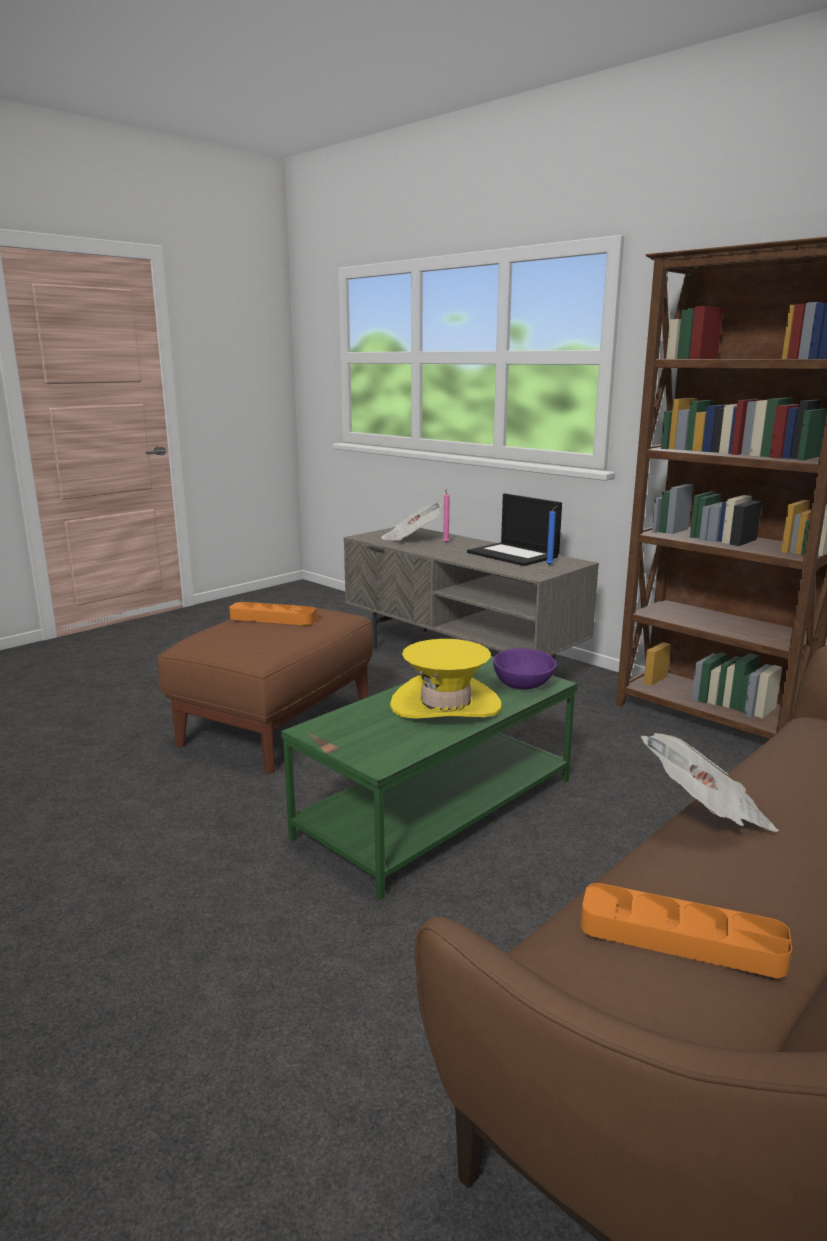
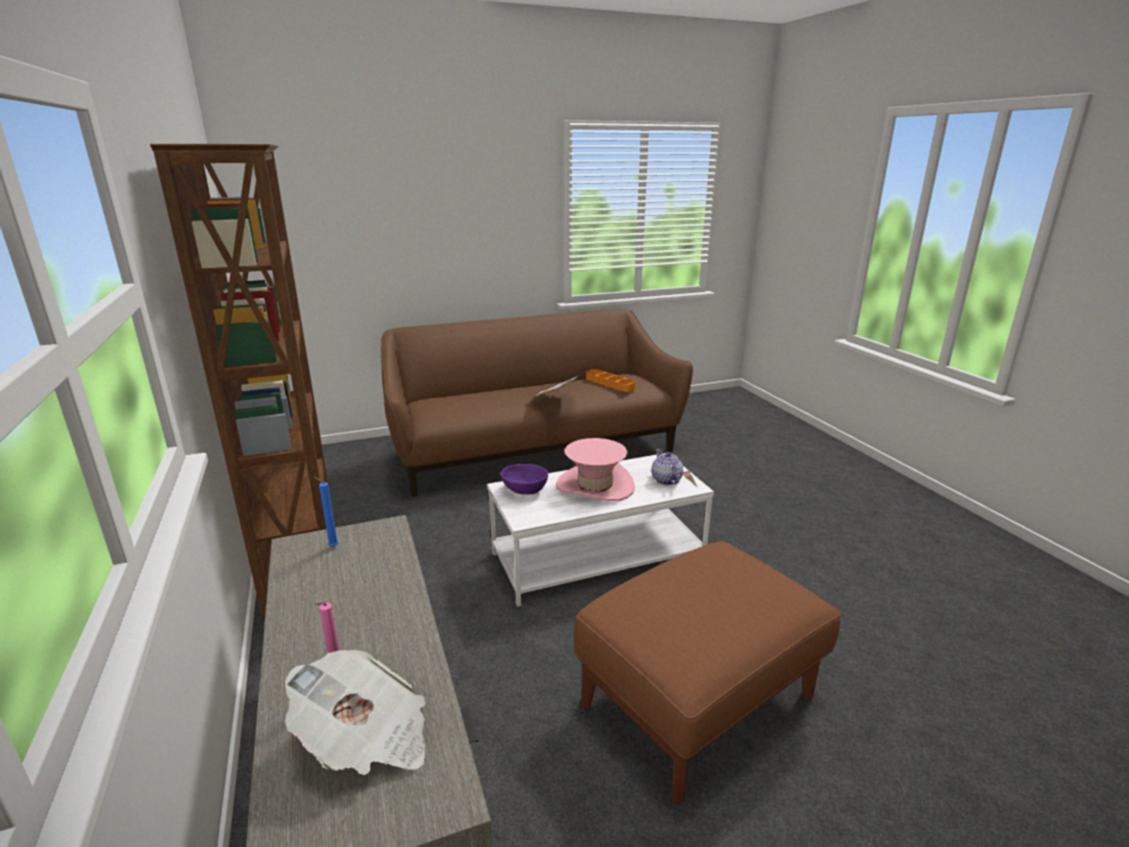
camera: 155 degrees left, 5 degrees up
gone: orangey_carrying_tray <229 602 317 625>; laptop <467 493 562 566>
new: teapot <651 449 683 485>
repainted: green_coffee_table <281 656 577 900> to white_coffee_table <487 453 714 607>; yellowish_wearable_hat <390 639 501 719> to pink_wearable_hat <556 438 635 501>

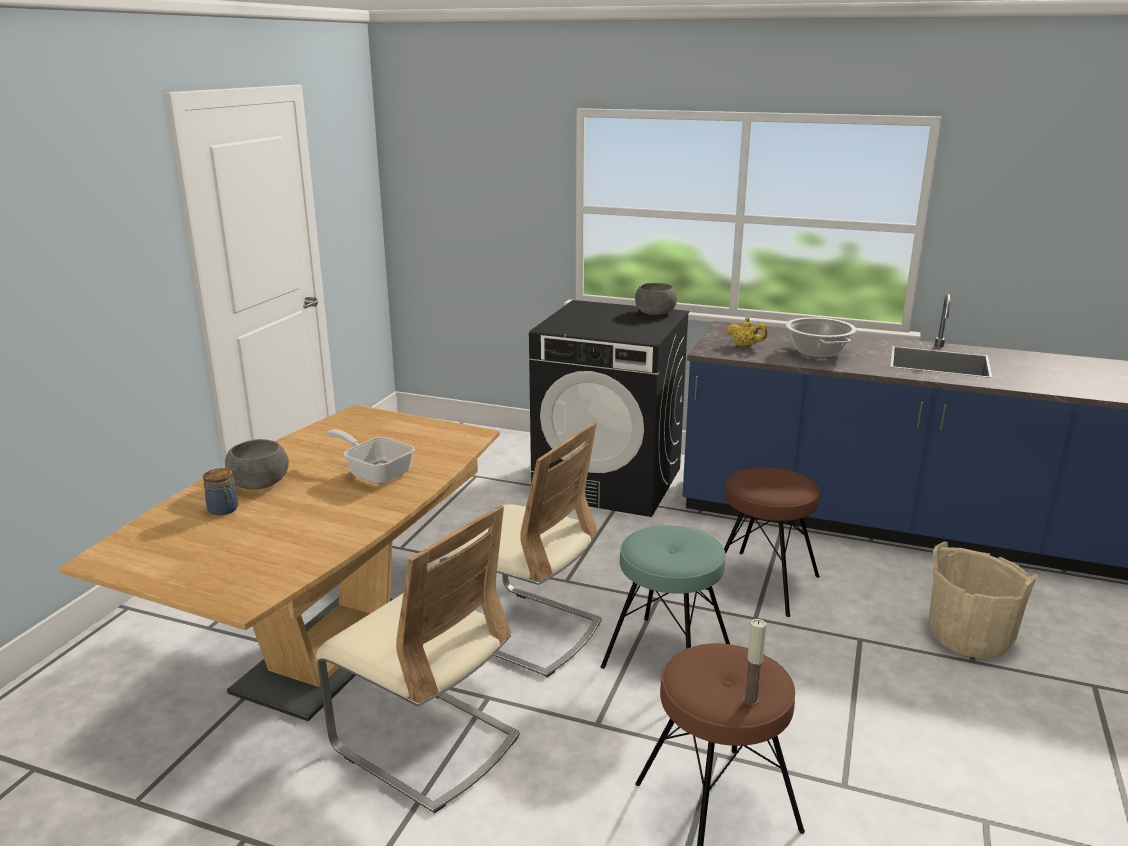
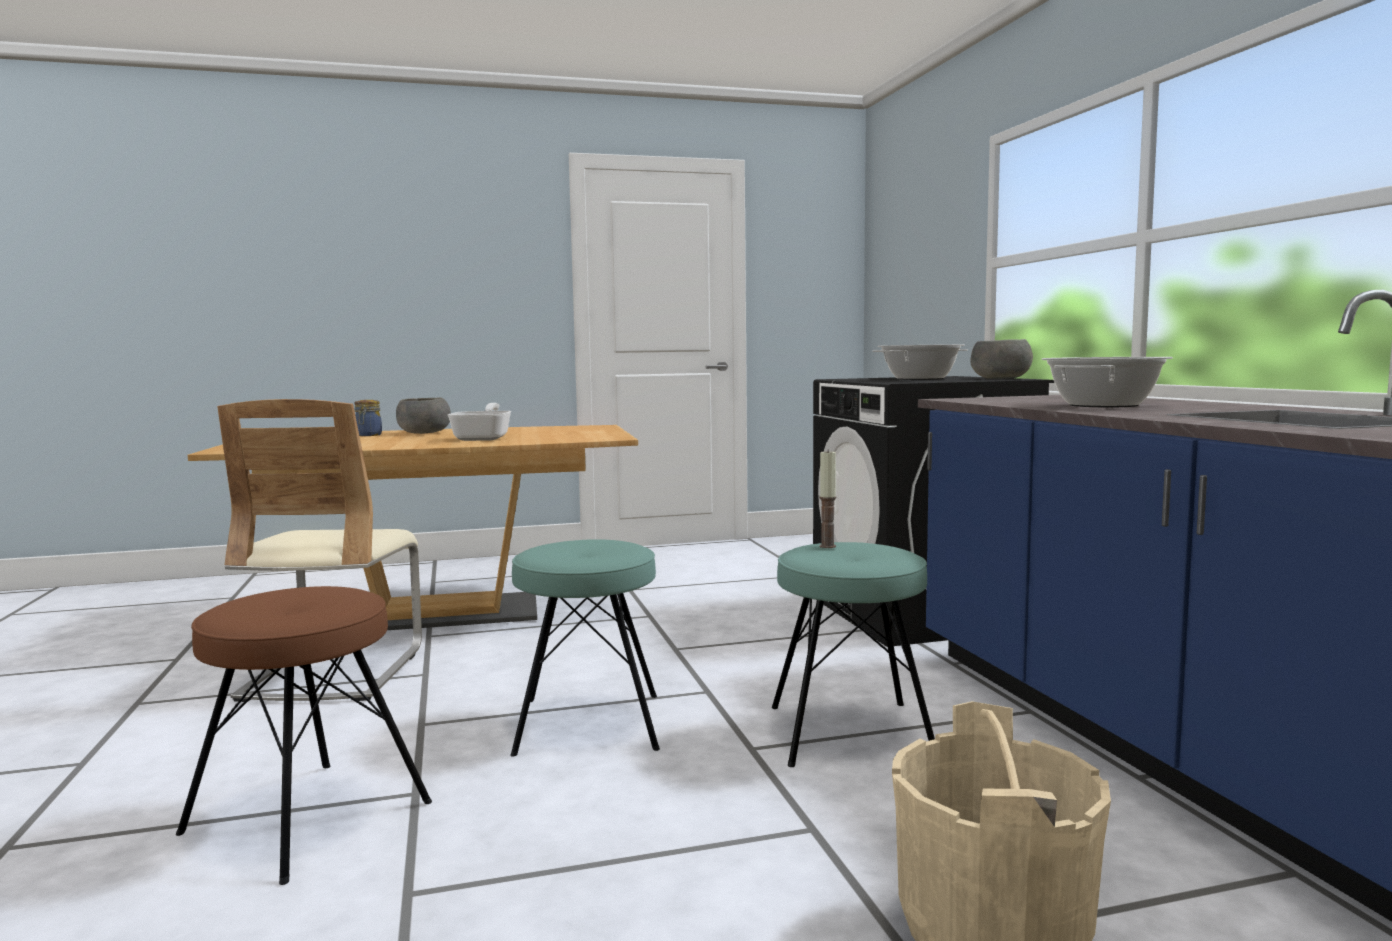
camera: 55 degrees right, 15 degrees down
gone: sand-coloured_plain_chair <438 422 602 677>; yellowish_teapot <726 317 767 347>
new: cooking_pot <872 344 968 380>
shifted: wax_light <743 619 766 706> to <819 449 837 548>
repainted: brownish_stool_seat <706 467 820 617> to blue-green_stool_seat <772 542 935 767>

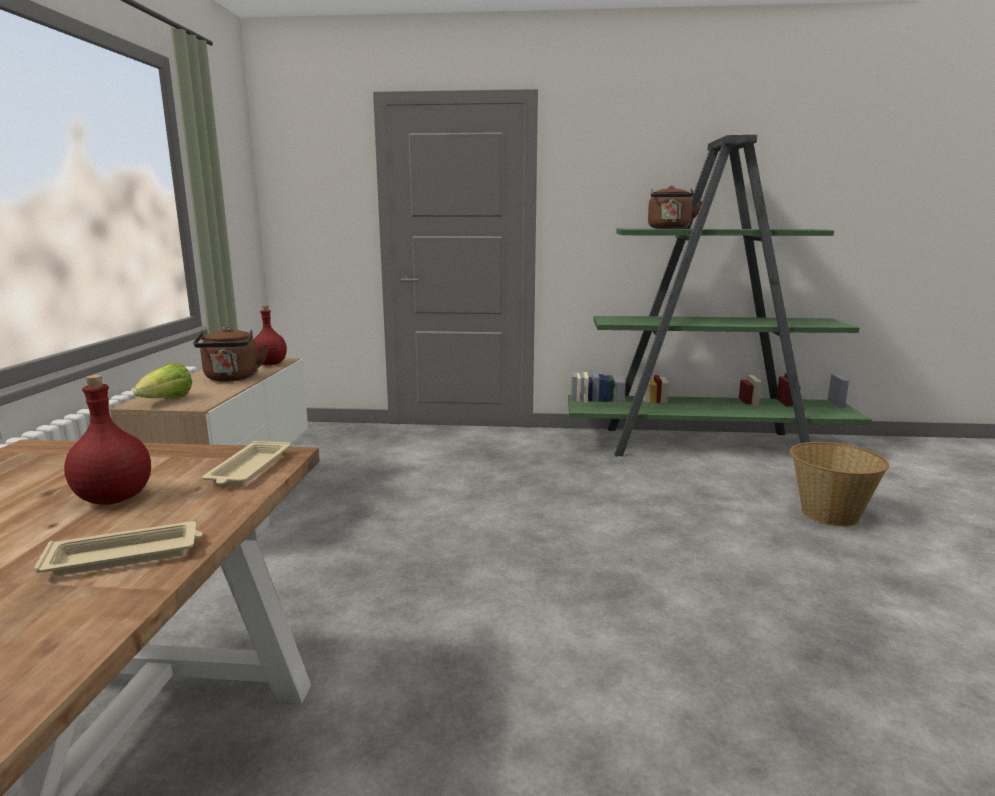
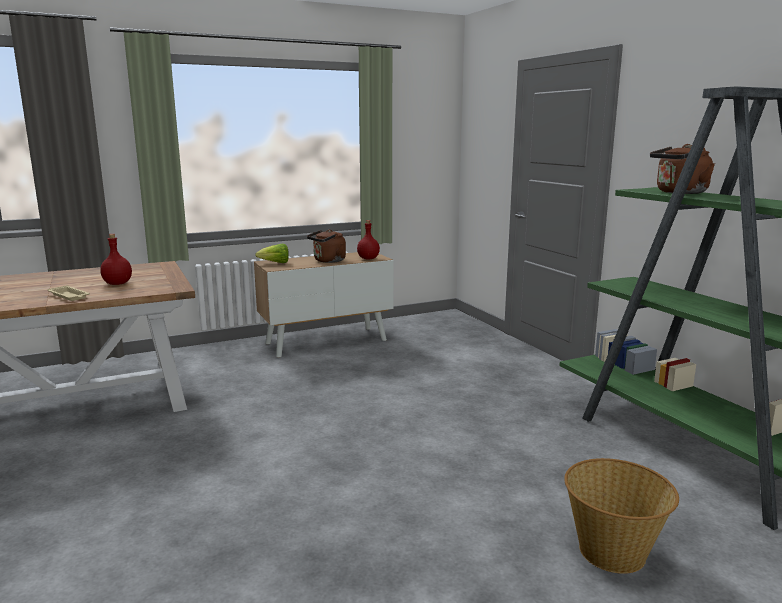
camera: 60 degrees right, 0 degrees up
gone: sand-coloured_carrying_tray <202 441 290 486>

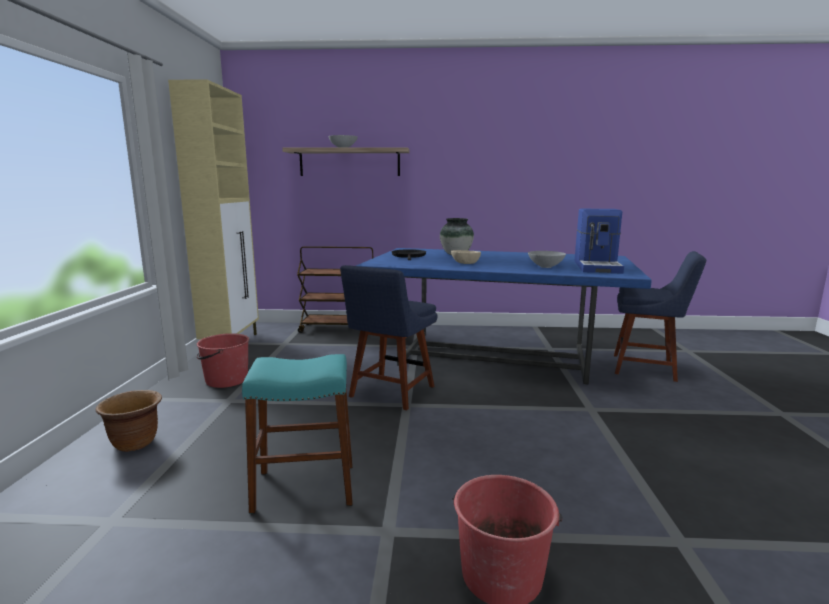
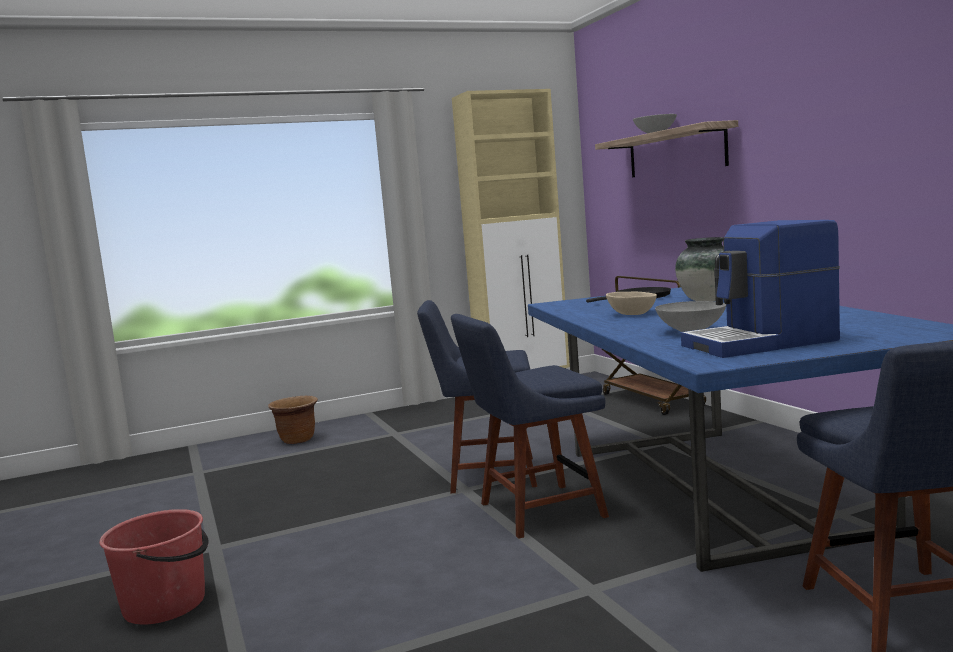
camera: 65 degrees right, 5 degrees down
gone: reddish_bucket <196 333 249 388>; blue-green_stool_seat <242 354 353 514>
new: blue_plain_chair <451 314 609 539>

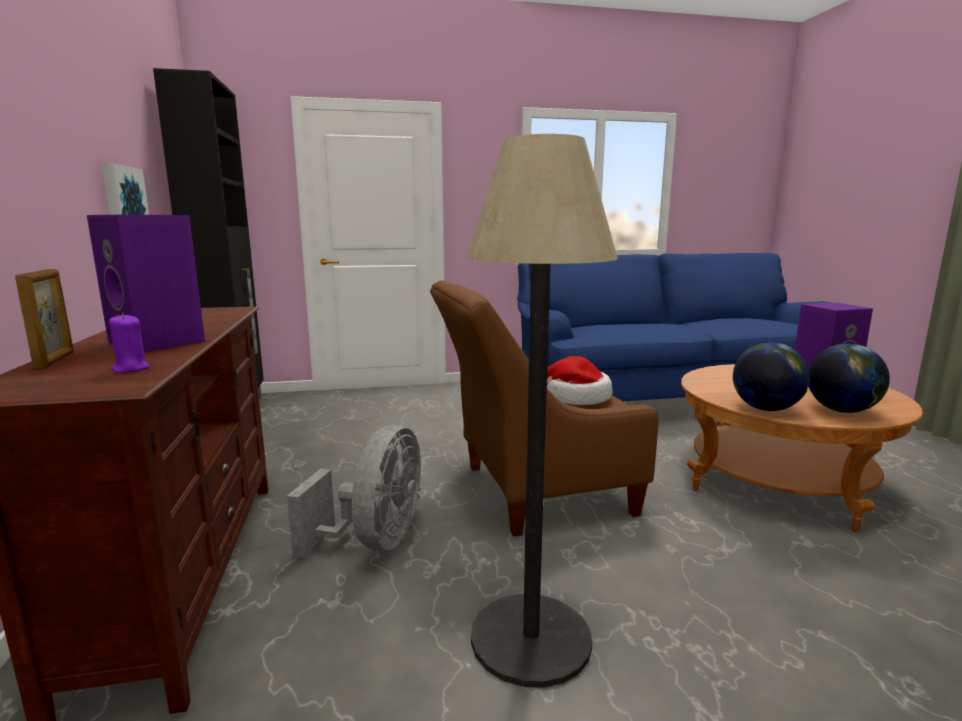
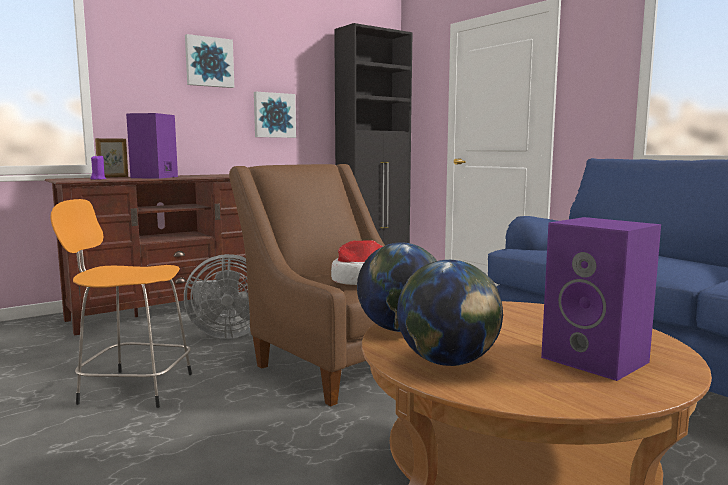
camera: 65 degrees right, 5 degrees down
new: wall_art <185 34 234 88>
swapped: standard_lamp <466 134 618 688> to orangey_stool_seat <50 199 192 408>

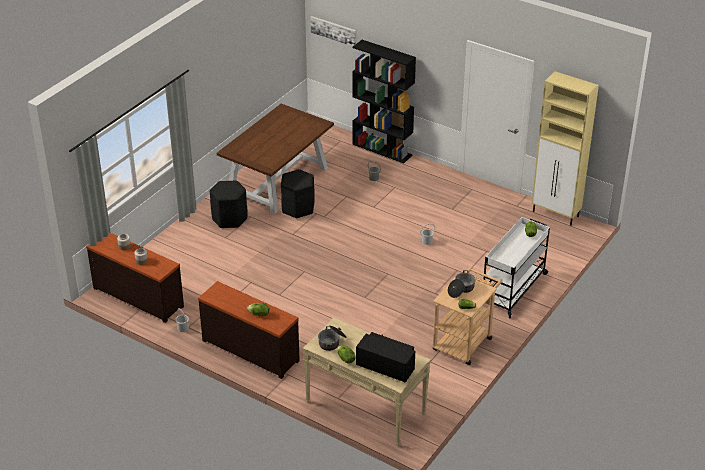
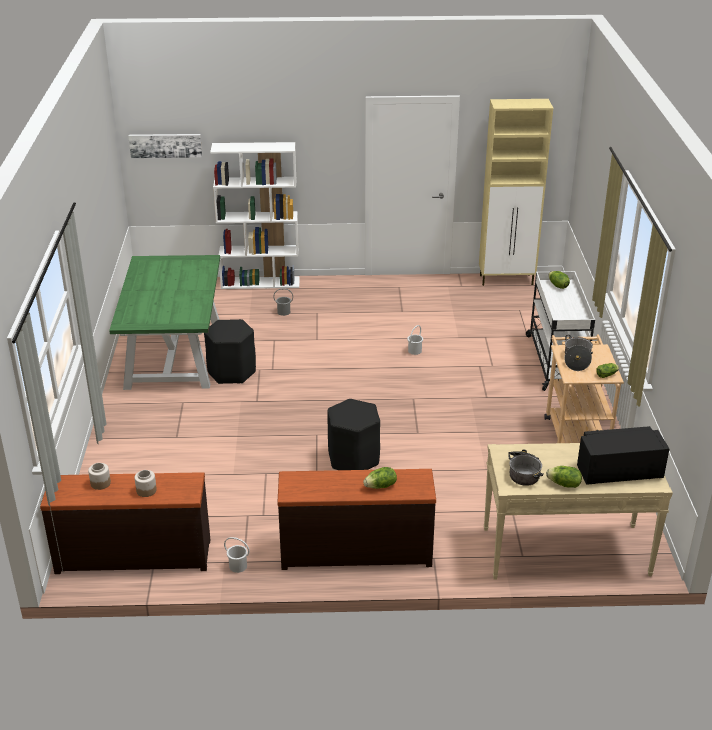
camera: 35 degrees left, 5 degrees down
shifted: black-coloured_stool_seat <210 180 247 228> to <327 399 380 470>
repainted: brownish_dinner_table <217 104 334 214> to green_dinner_table <109 255 220 390>; black-coloured_bookshelf <352 40 416 164> to white_bookshelf <210 142 300 289>

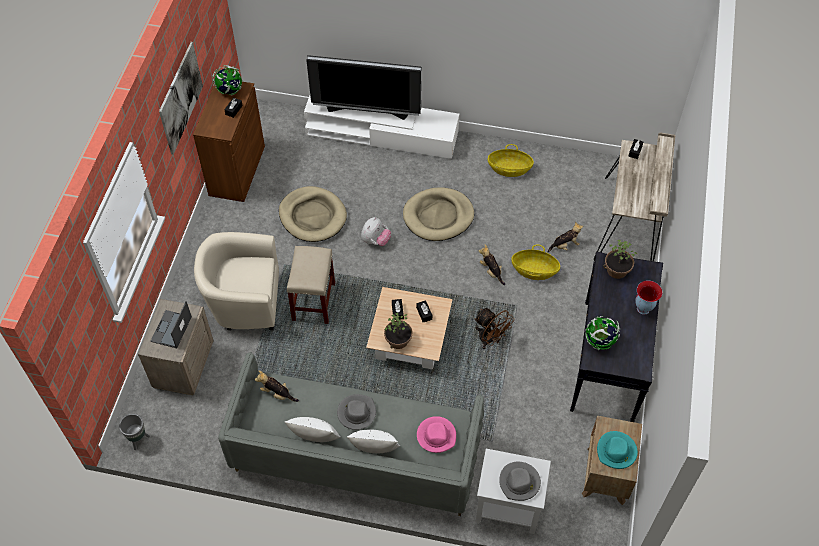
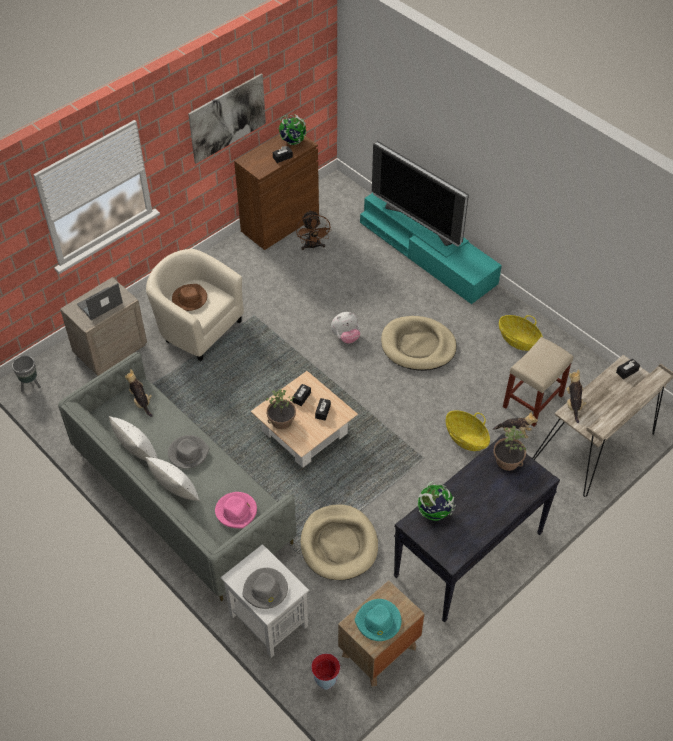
camera: 35 degrees right, 5 degrees down
new: brownish_wearable_hat <172 284 207 311>
shifted: sand-coloured_pet_bed <279 186 347 242> to <301 504 378 581>; sand-coloured_stool_seat <287 246 335 324> to <503 337 573 427>; brownish_electric_fan <474 308 515 349> to <296 210 331 250>; plush_toy <479 245 505 285> to <567 369 587 423>; flower_vase <635 280 662 315> to <311 653 340 690>
repainted: white_tv_stand <304 96 459 159> to blue-green_tv_stand <360 193 502 304>

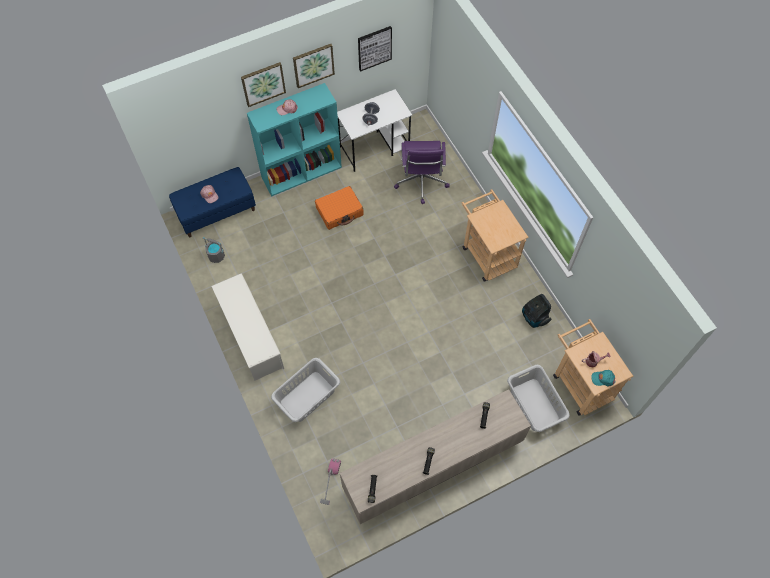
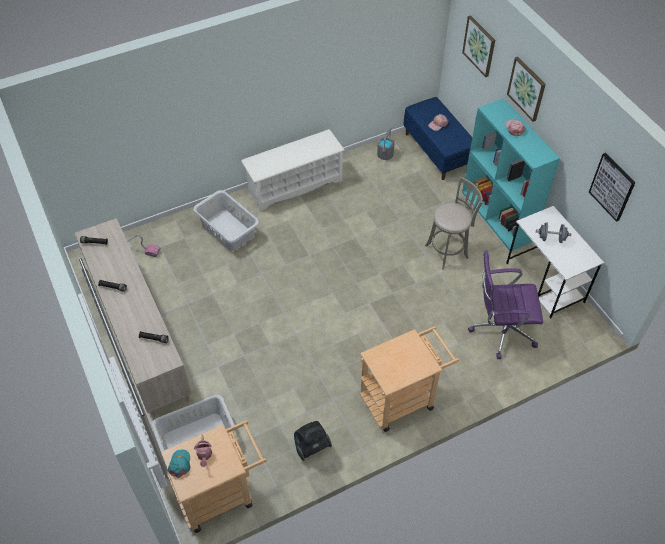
camera: 90 degrees right, 10 degrees down
shifted: wall_art <293 44 335 88> to <462 15 495 77>
swapped: orangey_travel_case <315 186 364 230> to gray_stool_seat <425 177 483 269>

